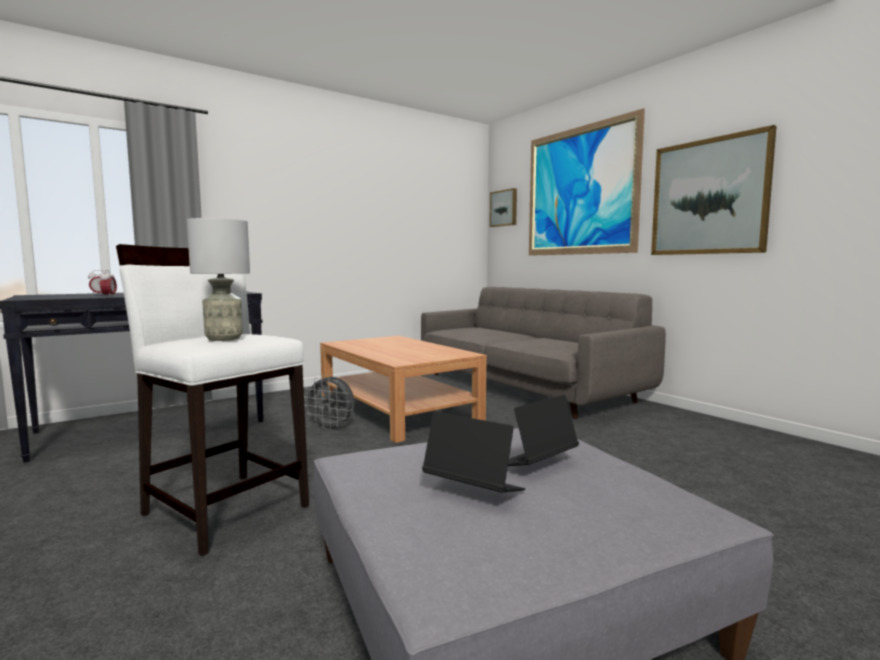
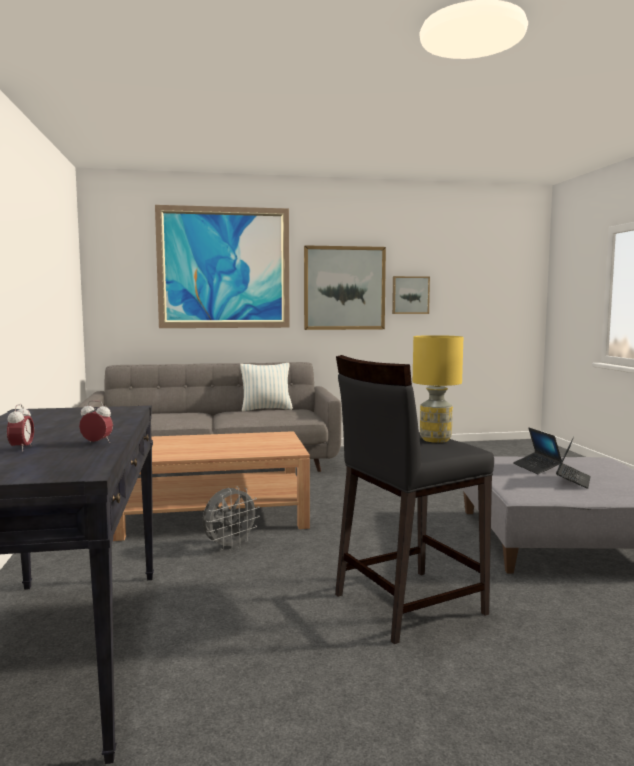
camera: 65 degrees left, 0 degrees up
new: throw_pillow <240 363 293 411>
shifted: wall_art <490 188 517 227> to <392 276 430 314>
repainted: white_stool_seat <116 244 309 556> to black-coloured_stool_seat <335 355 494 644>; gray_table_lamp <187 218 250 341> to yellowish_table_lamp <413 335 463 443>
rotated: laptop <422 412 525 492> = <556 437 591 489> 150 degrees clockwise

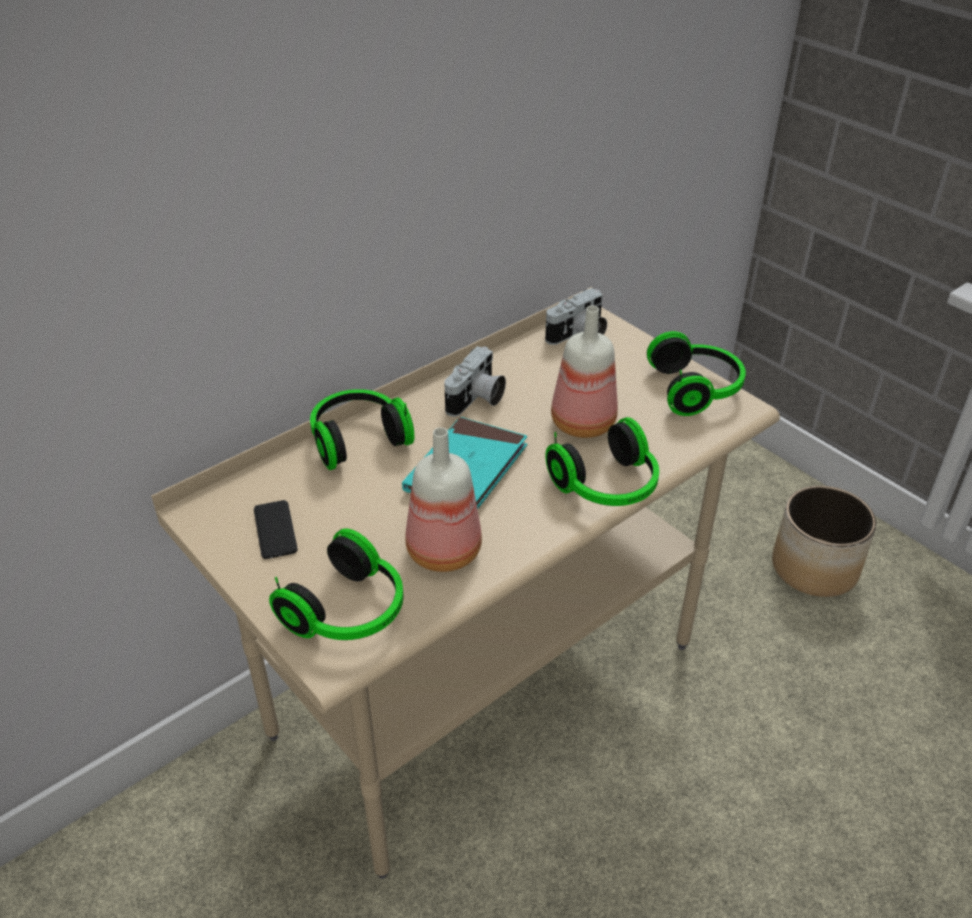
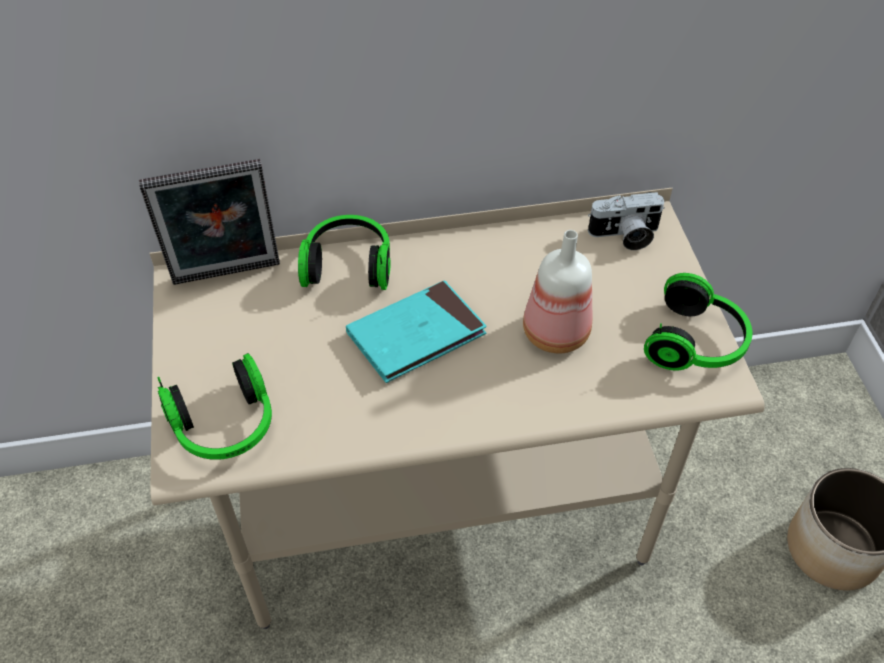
camera: 30 degrees right, 10 degrees up
gone: handset <254 500 298 559>; drink_bottle <405 427 482 572>; photo_camera <444 346 506 417>; headphones <545 417 659 506>
new: picture_frame <139 159 280 285>

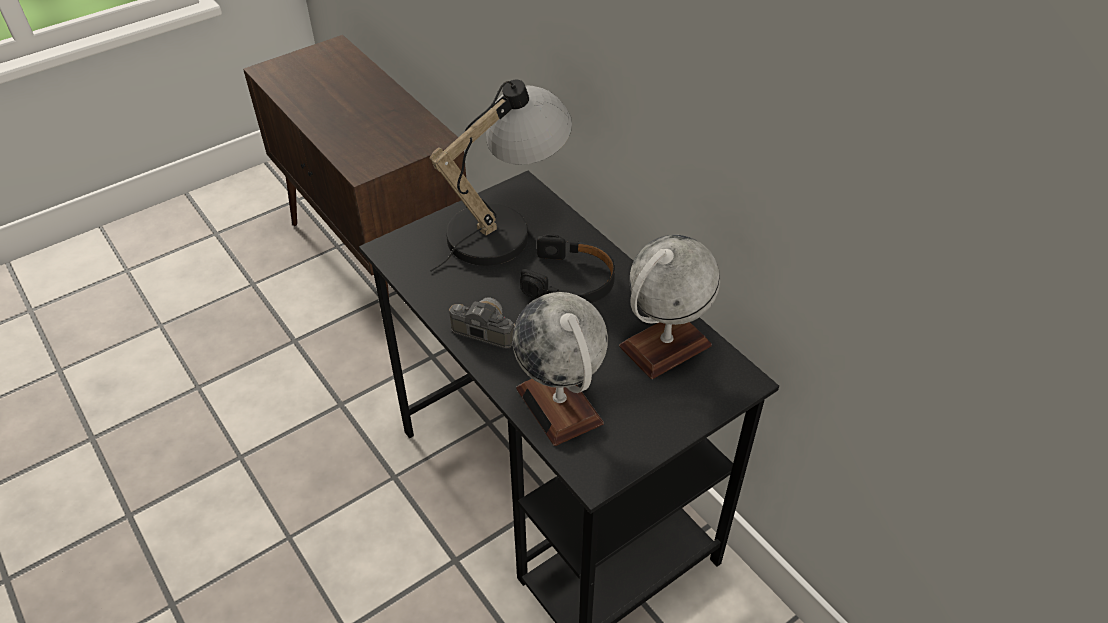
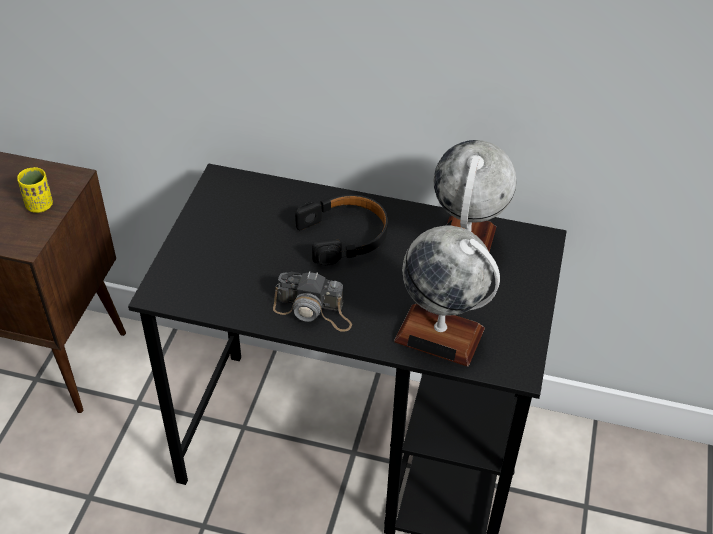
camera: 40 degrees left, 0 degrees up
gone: table_lamp <429 80 572 272>
new: yellowish_cup <17 167 53 213>
rotated: photo_camera <449 297 515 349> = <273 271 352 332> 150 degrees counterclockwise

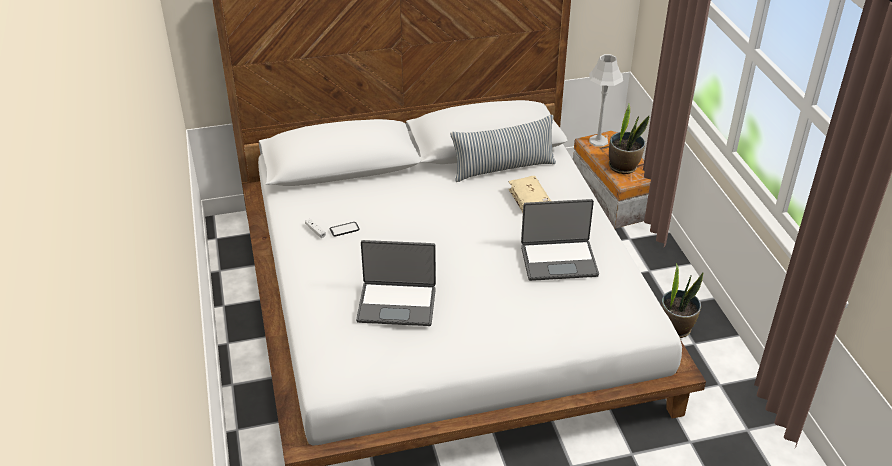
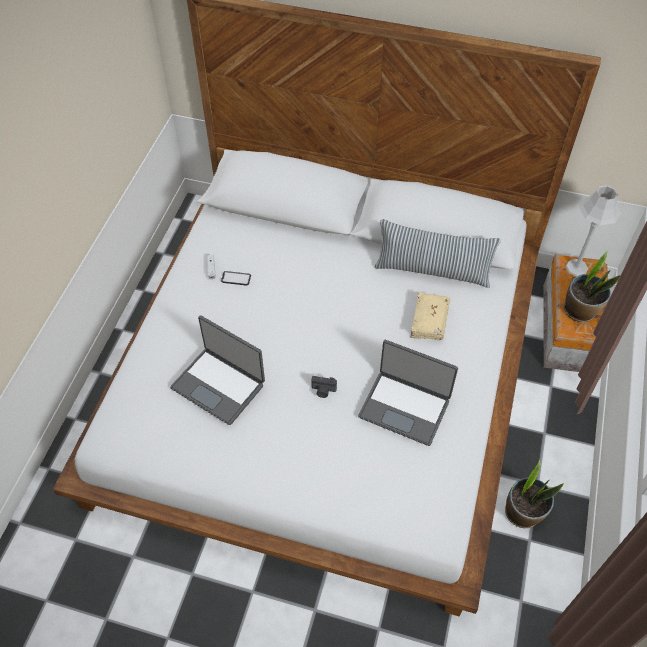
camera: 30 degrees right, 15 degrees up
new: photo_camera <311 376 337 398>

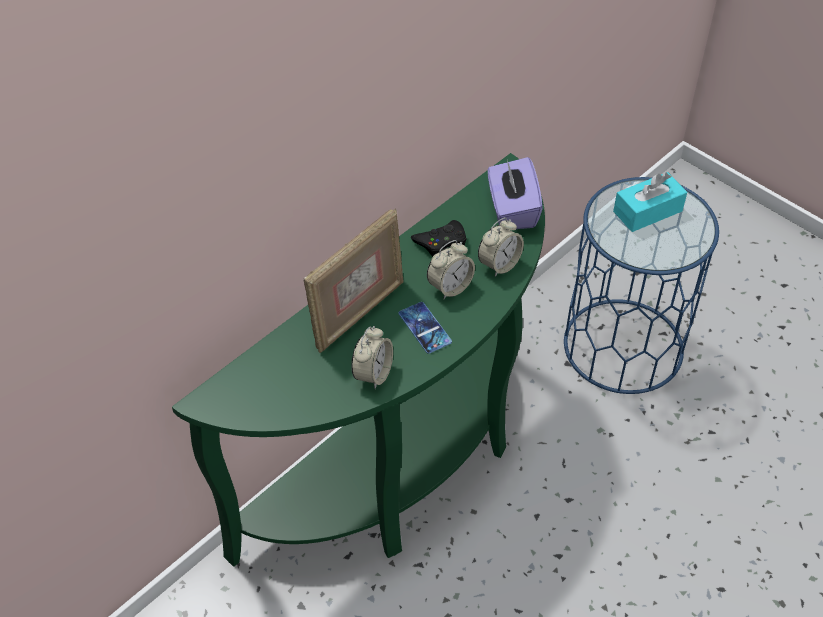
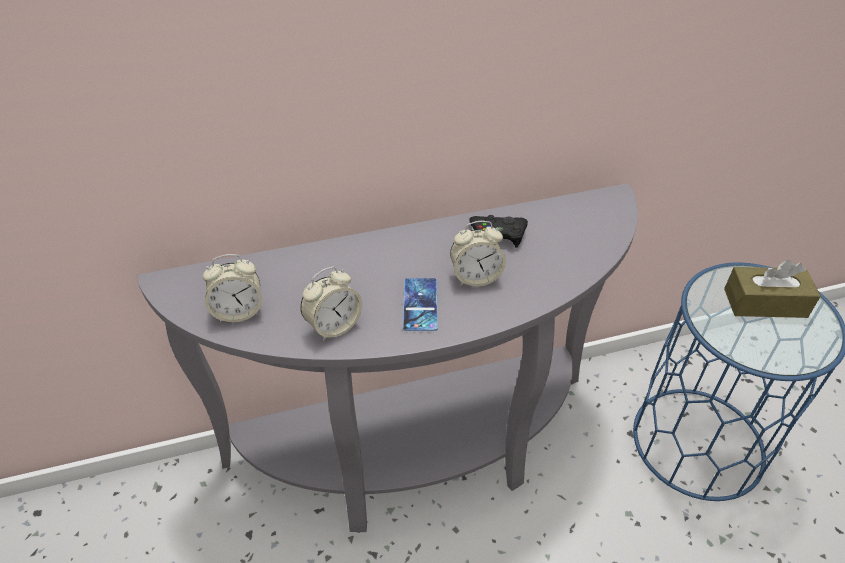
camera: 30 degrees right, 5 degrees down
gone: picture_frame <303 208 404 353>; purple_tissue_holder <488 157 543 229>
shifted: bedside_clock <478 217 524 277> to <203 254 262 323>
repainted: green_hall_table <172 153 545 567> to gray_hall_table <138 183 638 533>; blue-green_tissue_holder <613 172 687 232> to brownish_tissue_holder <724 260 821 318>

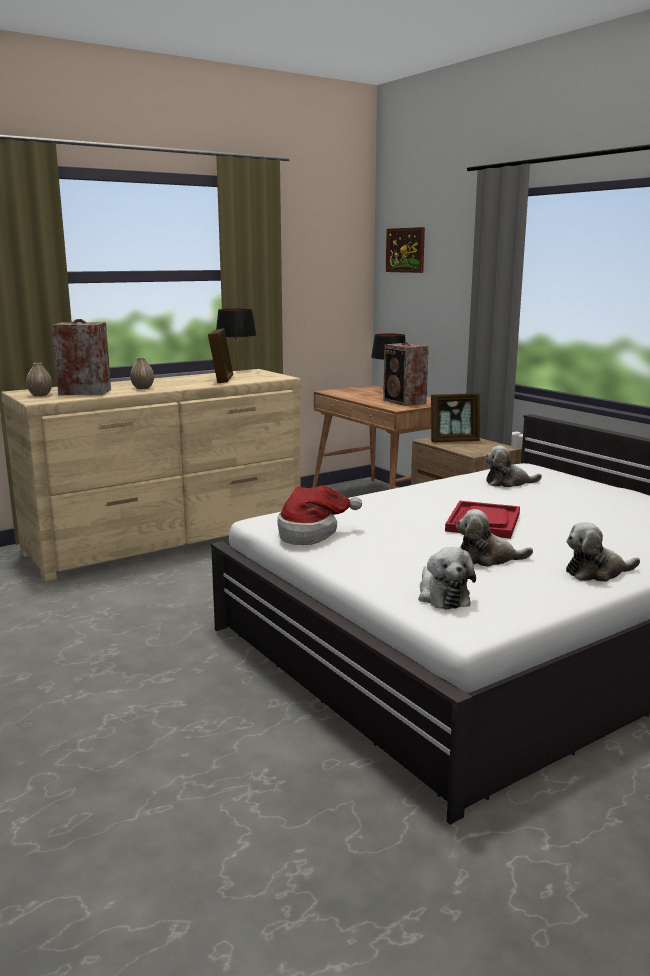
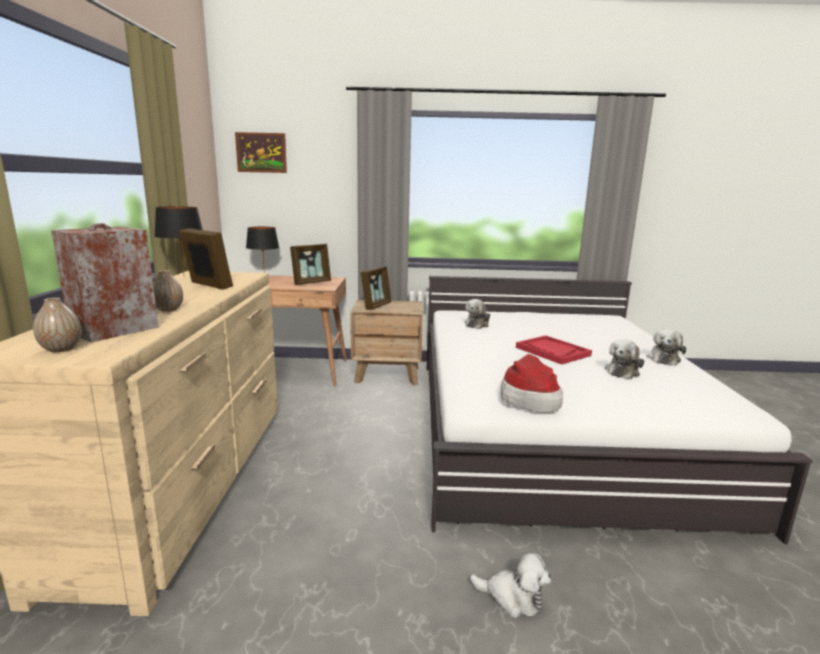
camera: 55 degrees left, 0 degrees up
shifted: plush_toy <419 547 476 610> to <470 553 551 618>
swapped: speaker <383 342 429 406> to picture_frame <290 244 331 285>

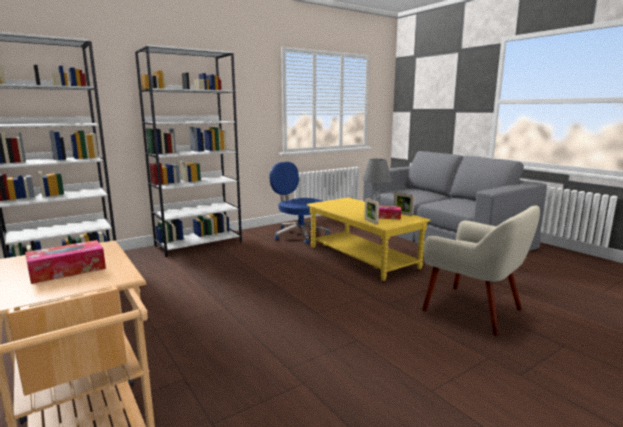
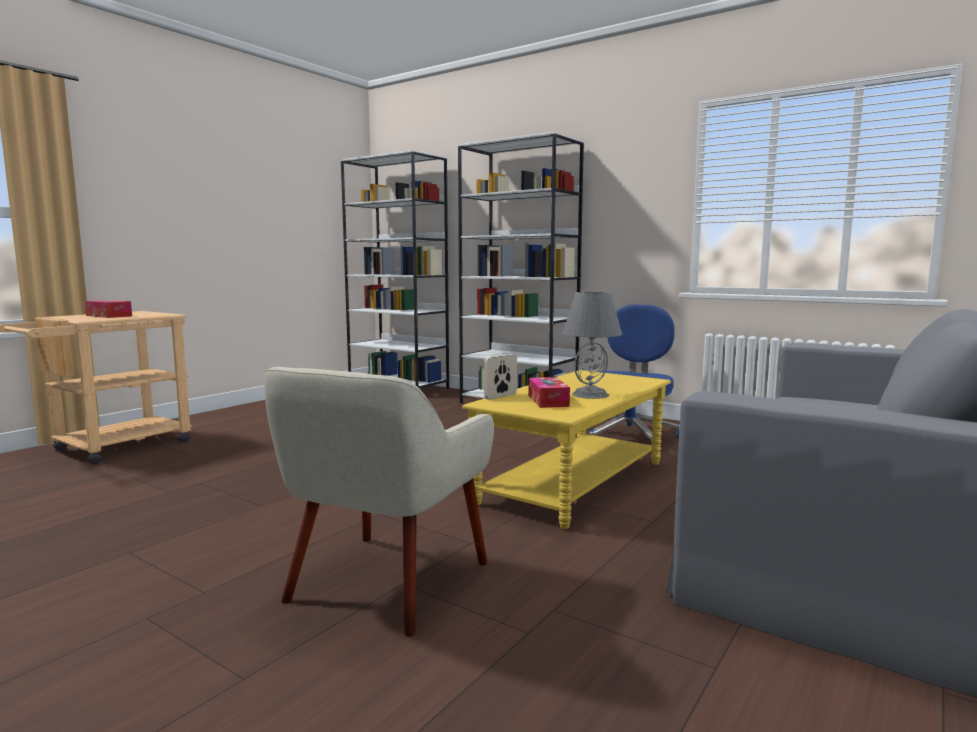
camera: 70 degrees right, 5 degrees down
gone: picture_frame <394 192 414 216>

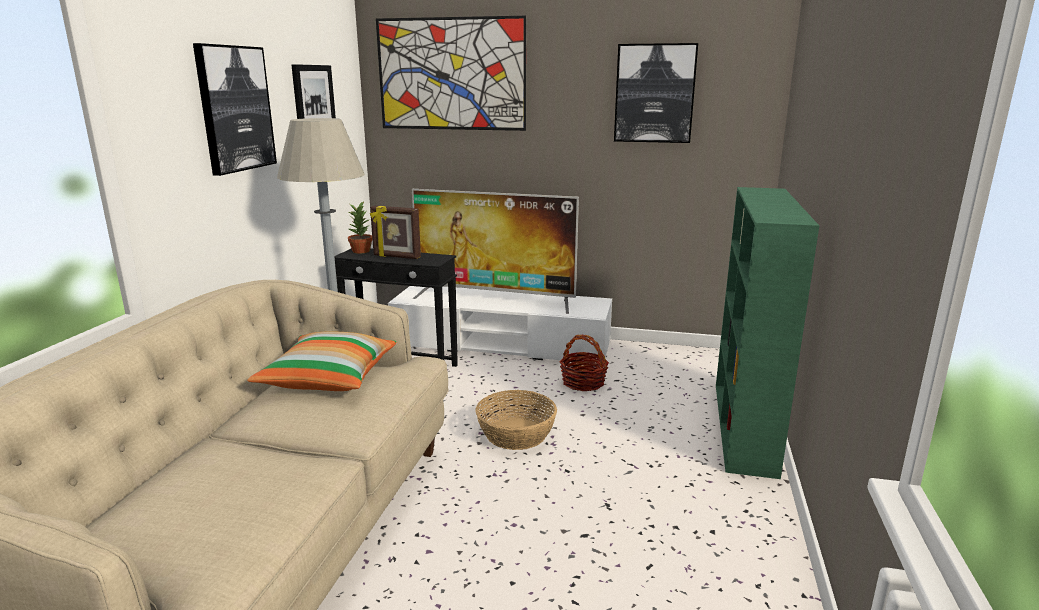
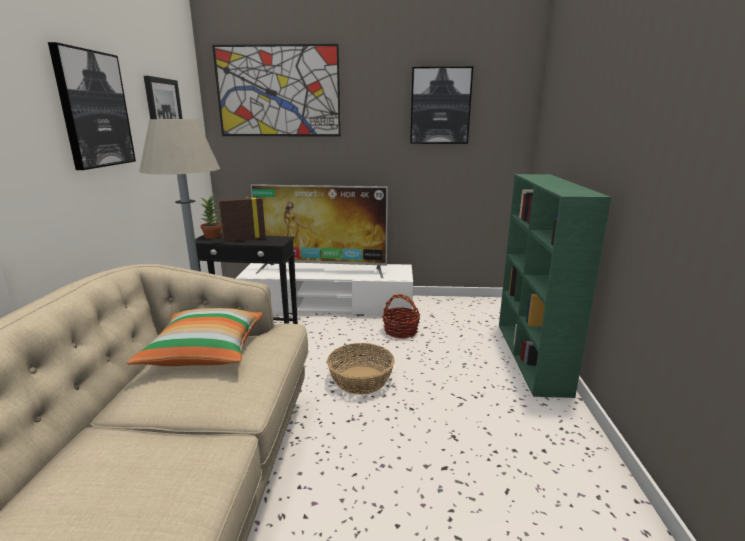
camera: 10 degrees left, 0 degrees up
rotated: picture_frame <370 206 421 259> = <219 196 266 242> 150 degrees clockwise

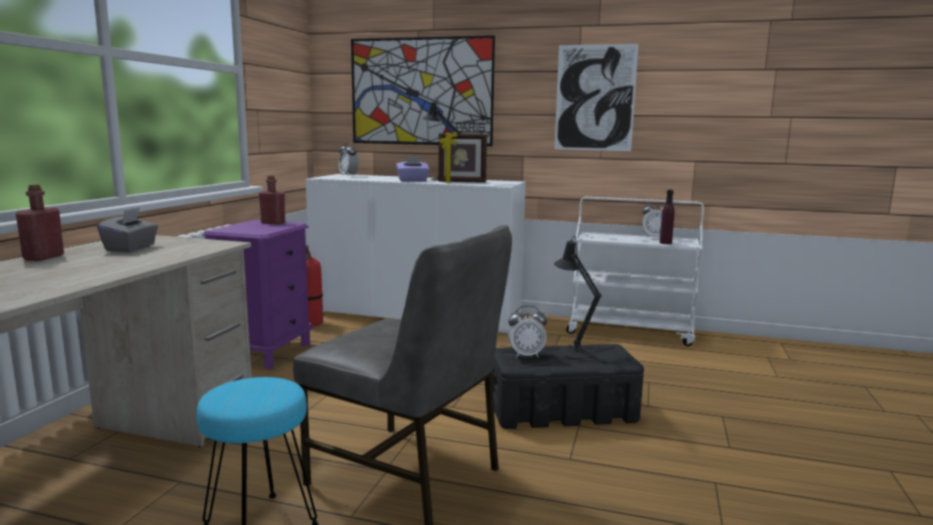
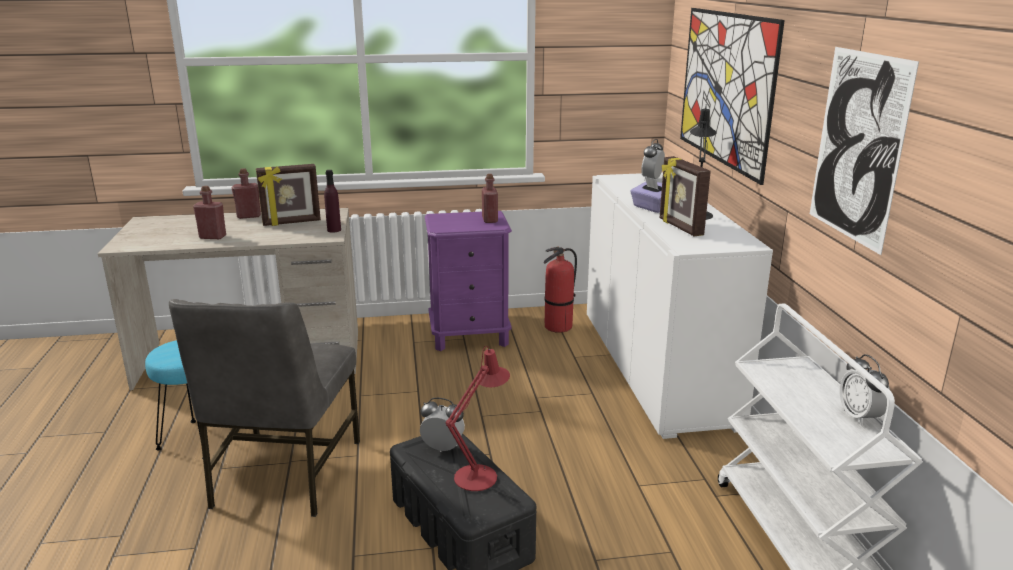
camera: 65 degrees right, 10 degrees up
new: reddish_drink_bottle <193 186 226 239>
shifted: purple_drink_bottle <660 190 675 244> to <324 170 341 233>
swapped: gray_tissue_holder <97 208 158 252> to picture_frame <256 164 321 226>
repainted: black-coloured_table_lamp <554 236 602 359> to reddish_table_lamp <446 346 510 491>
rotated: bedside_clock <508 305 547 358> = <420 398 465 452> 135 degrees clockwise

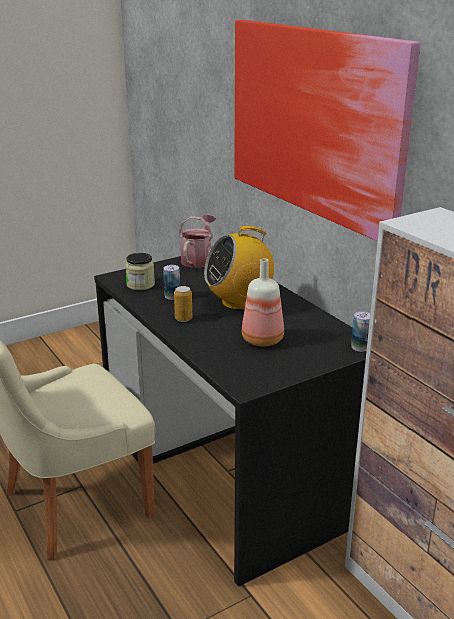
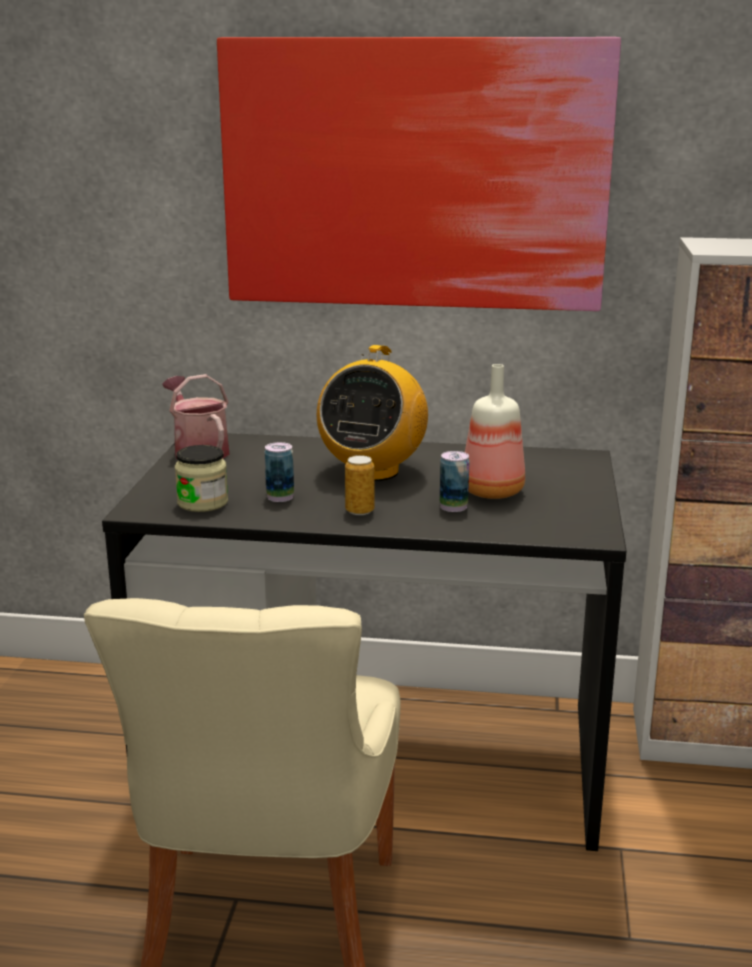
camera: 50 degrees left, 5 degrees down
shifted: metal_can <351 311 370 352> to <440 451 470 512>

